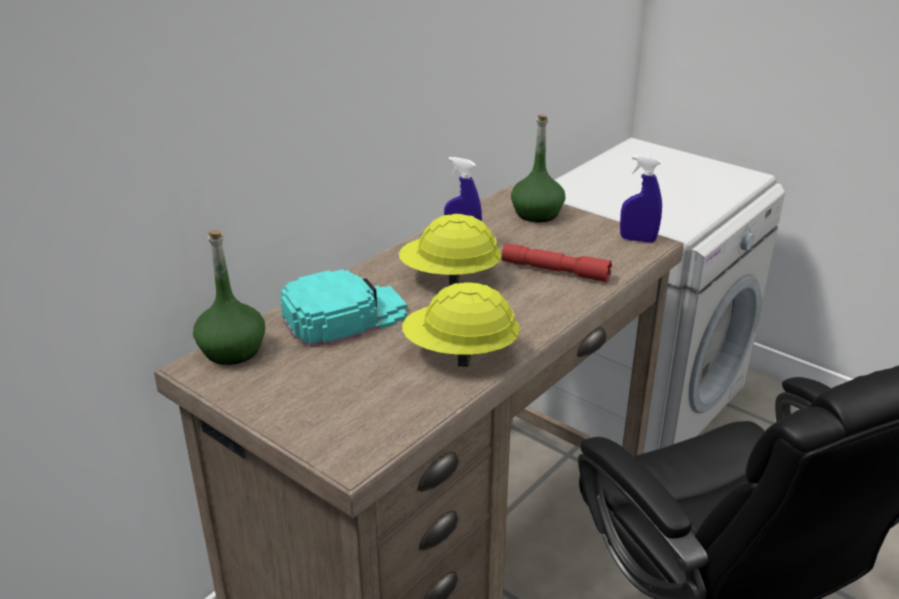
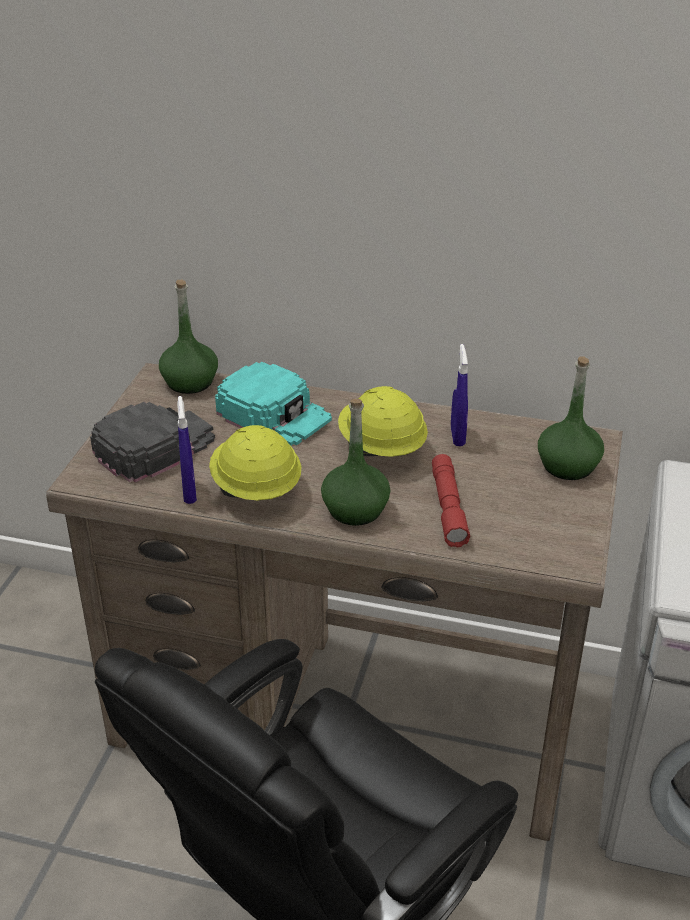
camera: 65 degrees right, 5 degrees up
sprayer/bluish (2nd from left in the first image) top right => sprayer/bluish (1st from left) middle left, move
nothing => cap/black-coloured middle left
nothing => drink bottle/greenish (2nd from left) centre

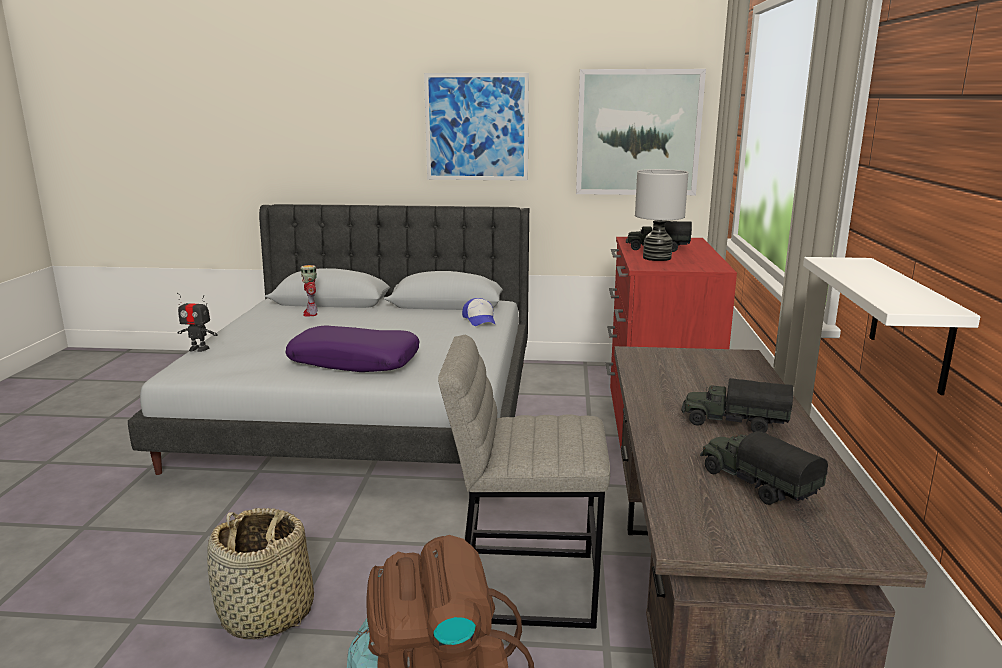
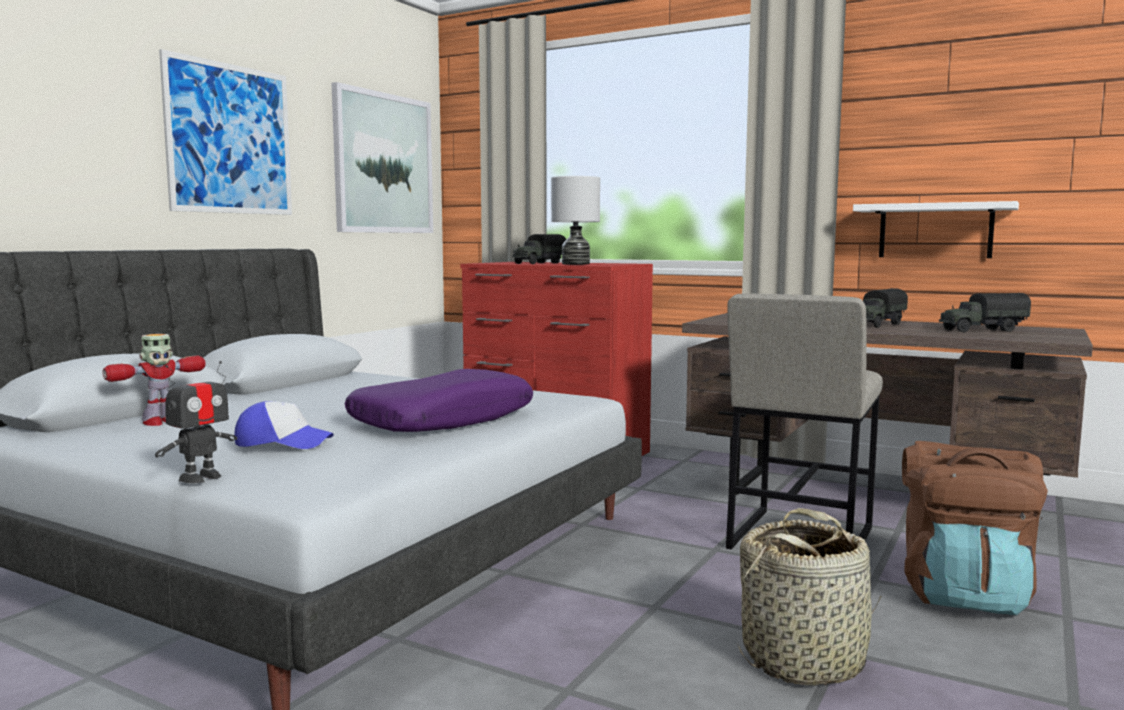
camera: 65 degrees left, 10 degrees down
robot figure (2nd from left in the first image) middle left => robot figure (1st from left) middle left, 60 degrees counterclockwise
cap centre => cap middle left, move

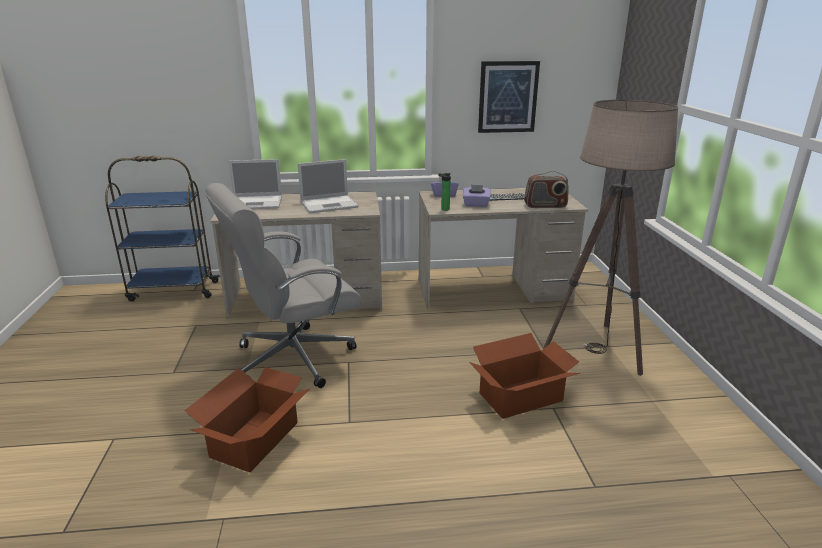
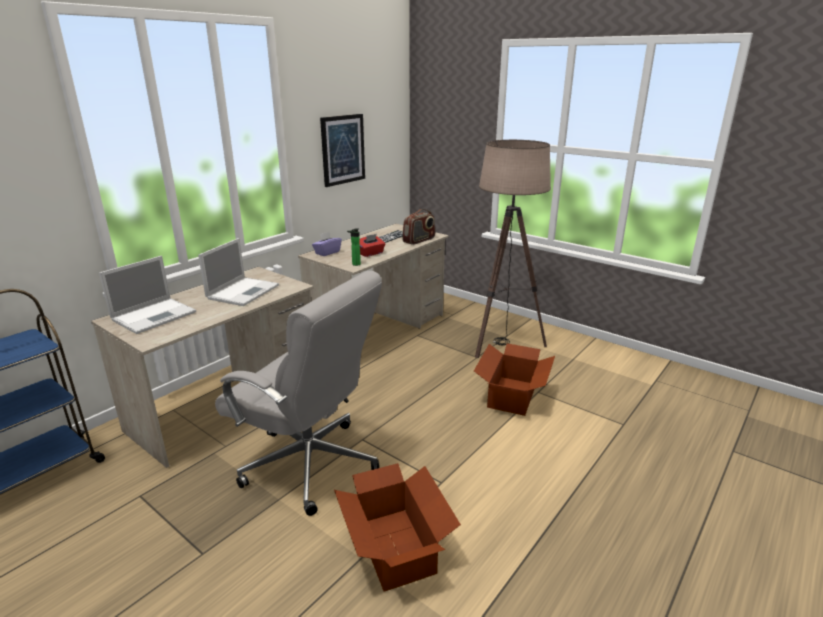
camera: 45 degrees left, 0 degrees up
office chair/gray centre, 75 degrees counterclockwise
box of tissues/purplish (2nd from left) centre => box of tissues/red-coloured centre

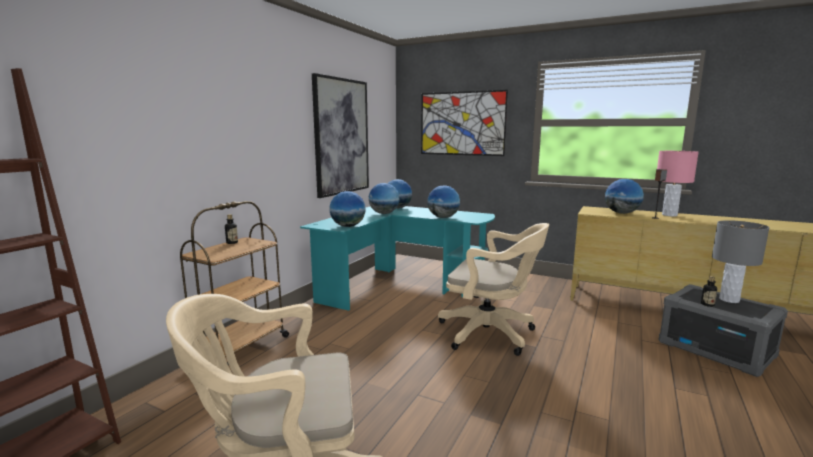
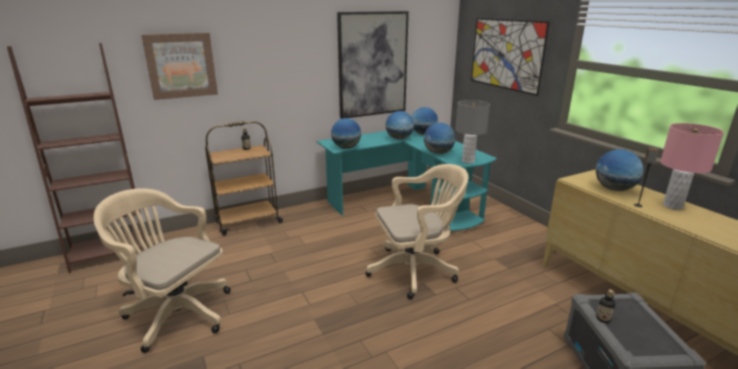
camera: 35 degrees right, 10 degrees up
office chair/beige-coloured (2nd from left) centre, 75 degrees counterclockwise
lamp for a table/gray middle right => lamp for a table/gray centre, move
nothing => wall picture (1st from left) top left

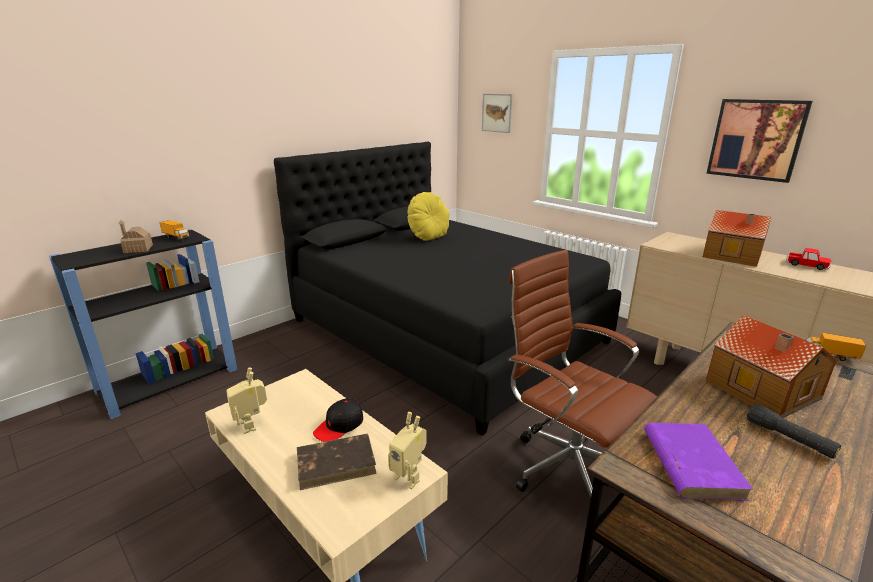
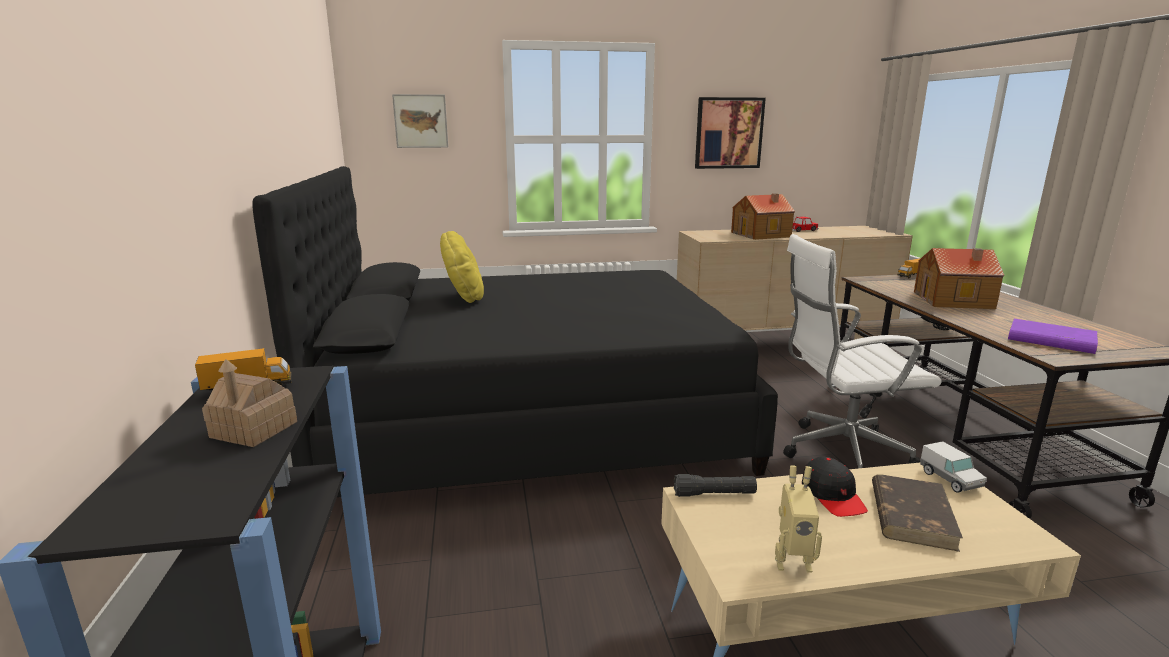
camera: 55 degrees left, 5 degrees down
robot figure (2nd from left) bottom centre => toy truck (3rd from left) bottom right
office chair/brown-coloured middle right => office chair/white-coloured middle right
torch/black-coloured bottom right => torch/black-coloured bottom centre, move

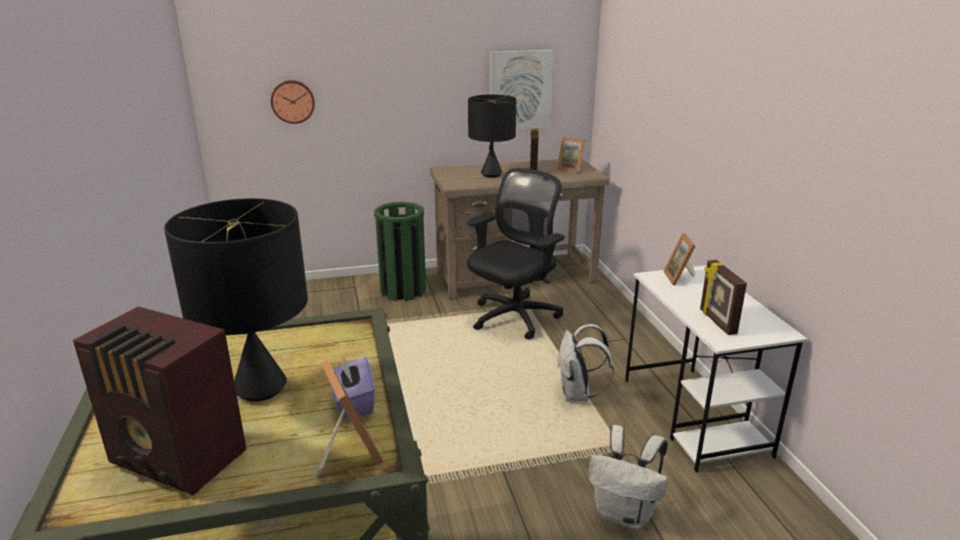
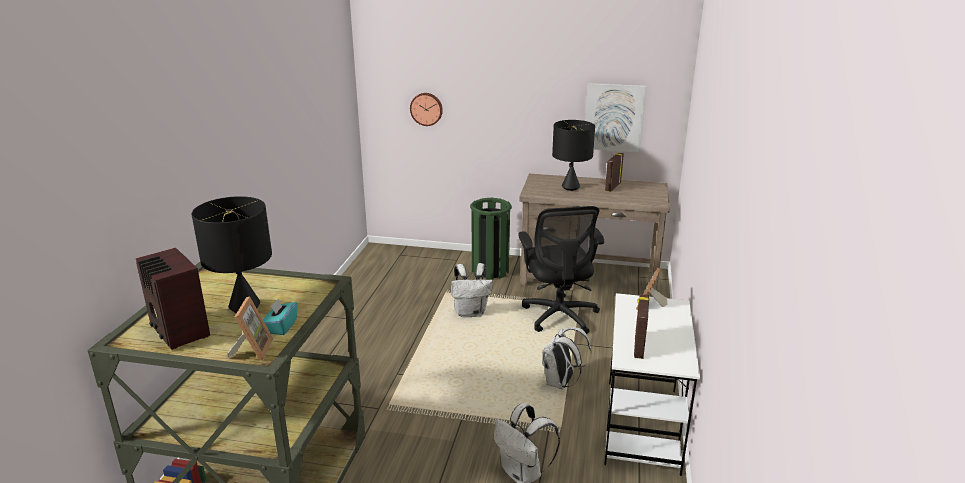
camera: 25 degrees right, 0 degrees up
box of tissues/purplish bottom centre => box of tissues/turquoise-coloured middle left
office chair/black-coloured centre, 105 degrees clockwise
standing frame (3rd from left) top centre => nothing
nothing => backpack/white-coloured (1st from left) centre

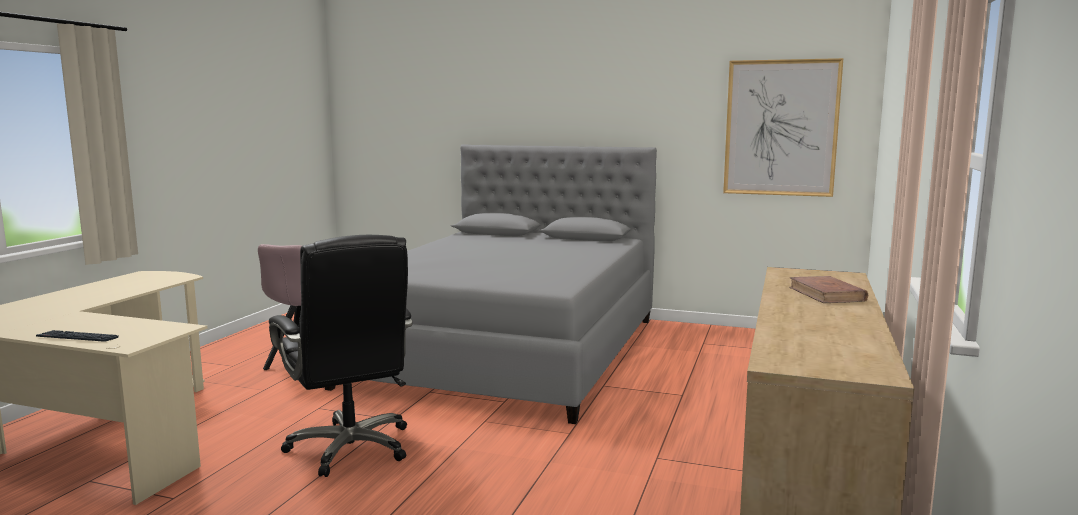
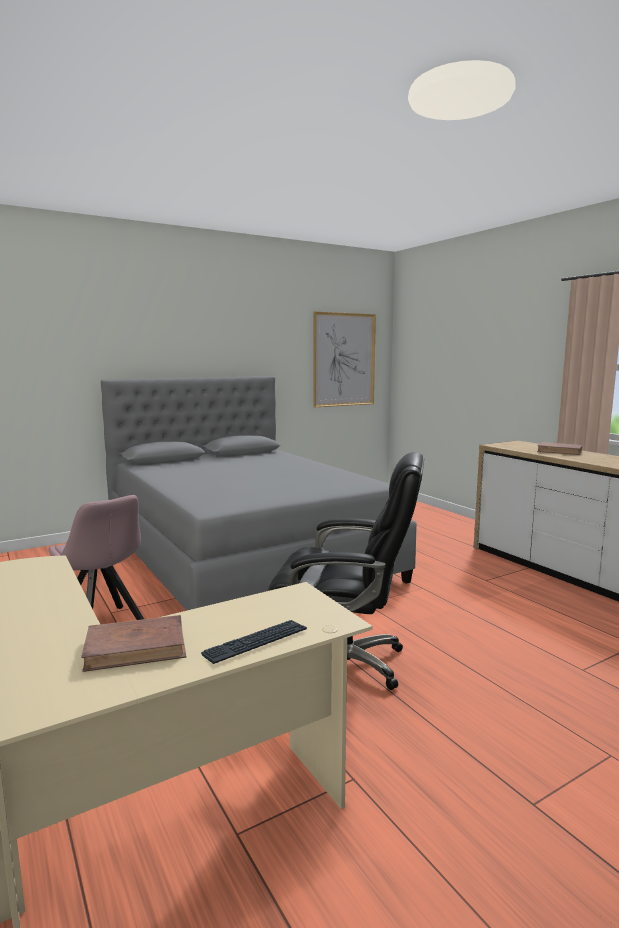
camera: 50 degrees left, 0 degrees up
nothing => volume/brown-coloured (1st from left) bottom left

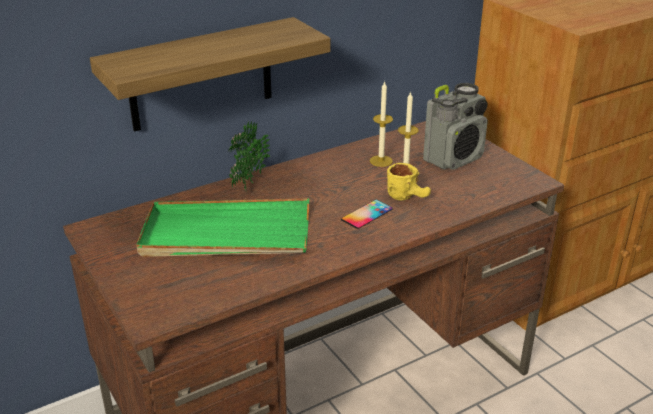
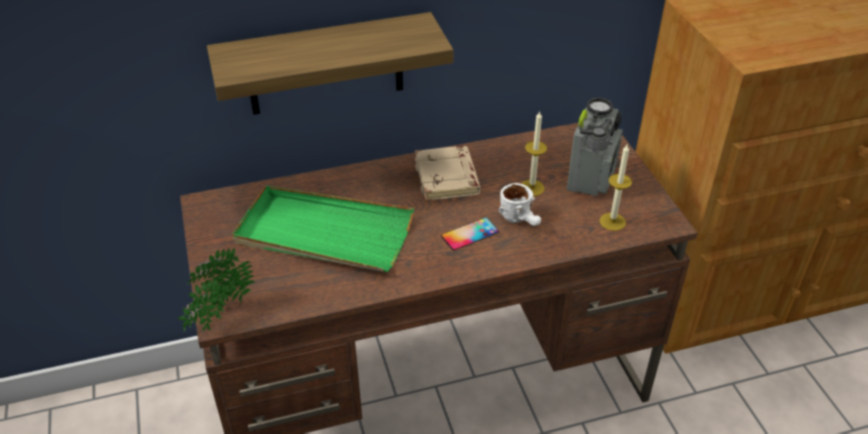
camera: 15 degrees right, 10 degrees up
potted plant centre => potted plant middle left, move
wax light (1st from left in the first image) top centre => wax light (2nd from left) middle right, move
mug/yellowish centre => mug/white-coloured centre
radio top right => radio middle right, 45 degrees counterclockwise
nothing => volume/beige-coloured centre

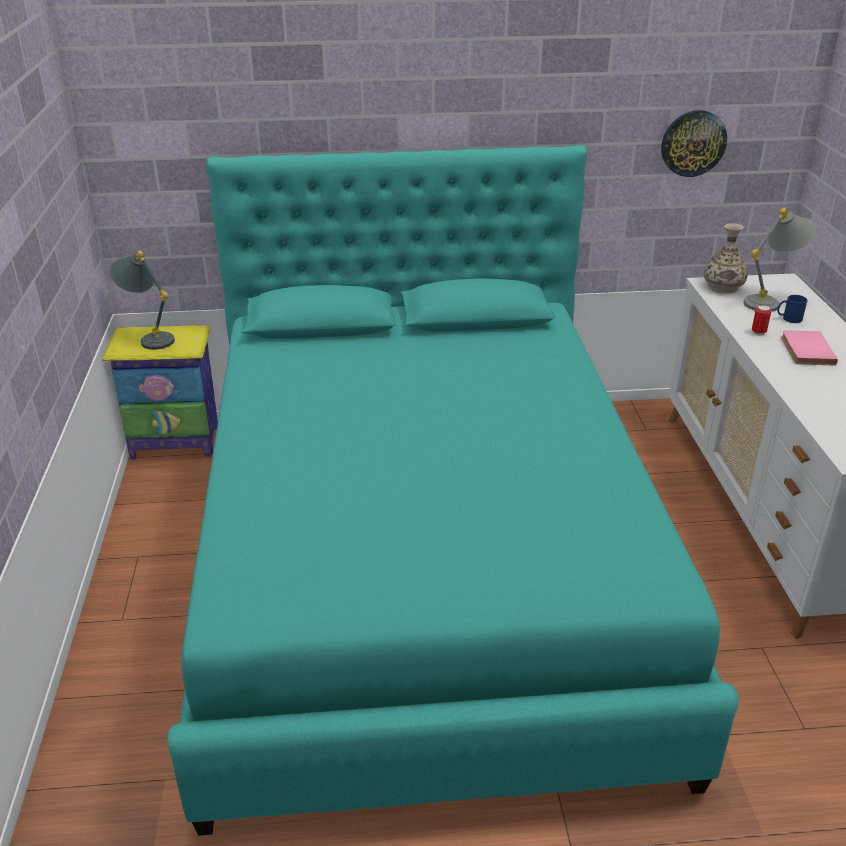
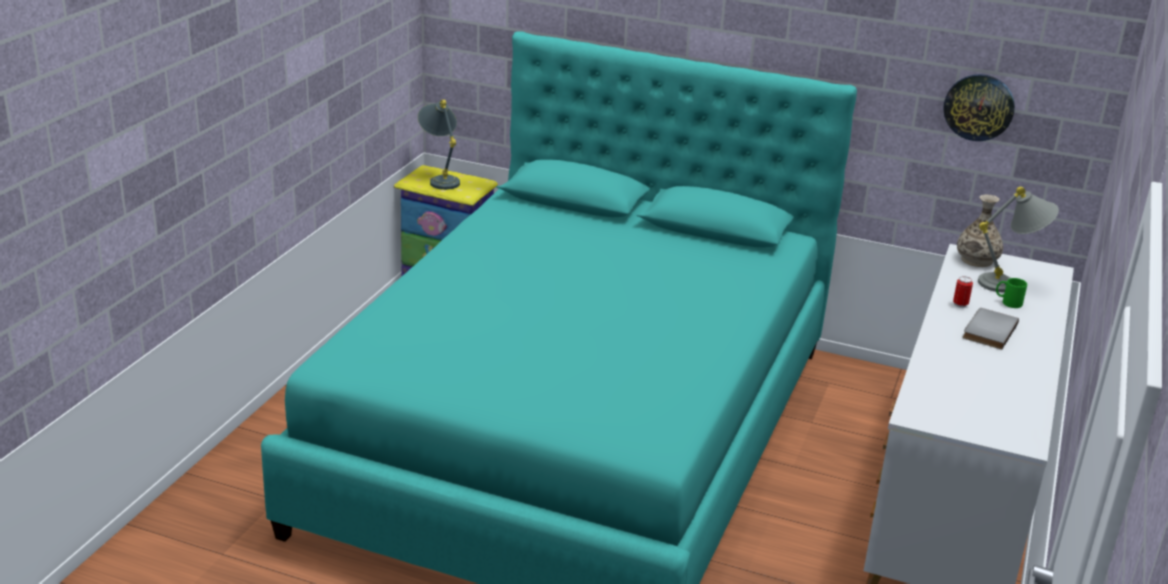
camera: 25 degrees right, 5 degrees down
mug/bluish middle right => mug/greenish middle right
volume/pink middle right => volume/gray middle right

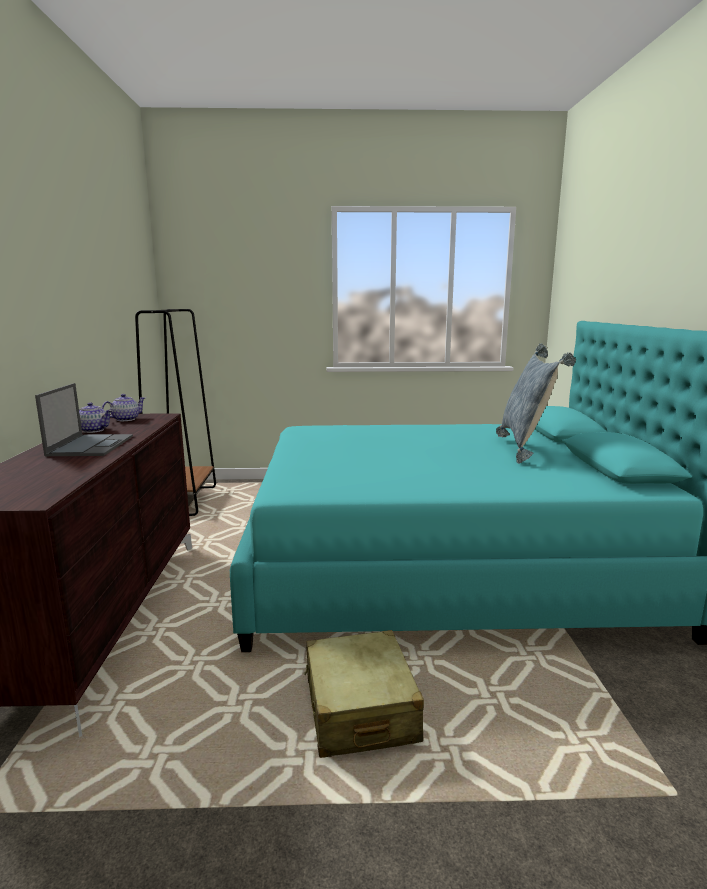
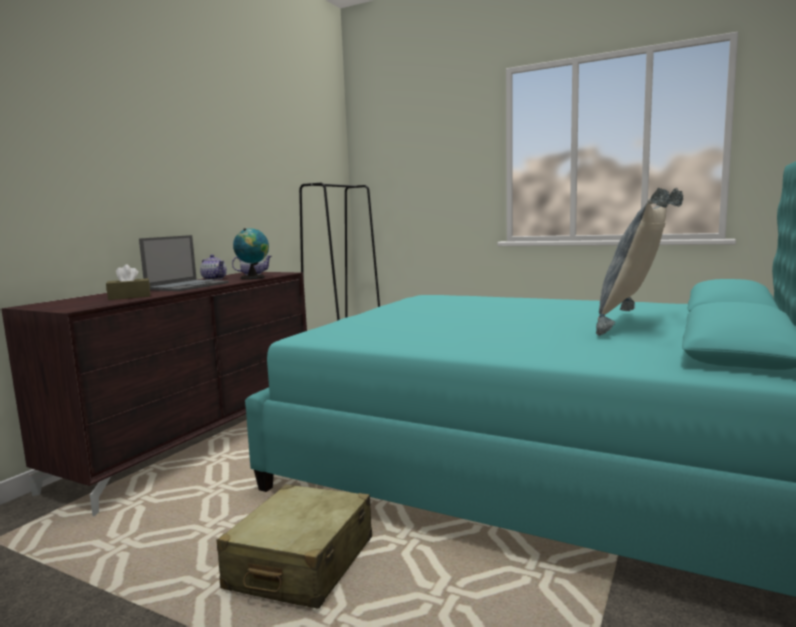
camera: 30 degrees right, 5 degrees down
nothing => box of tissues/brown-coloured middle left
nothing => world globe middle left

